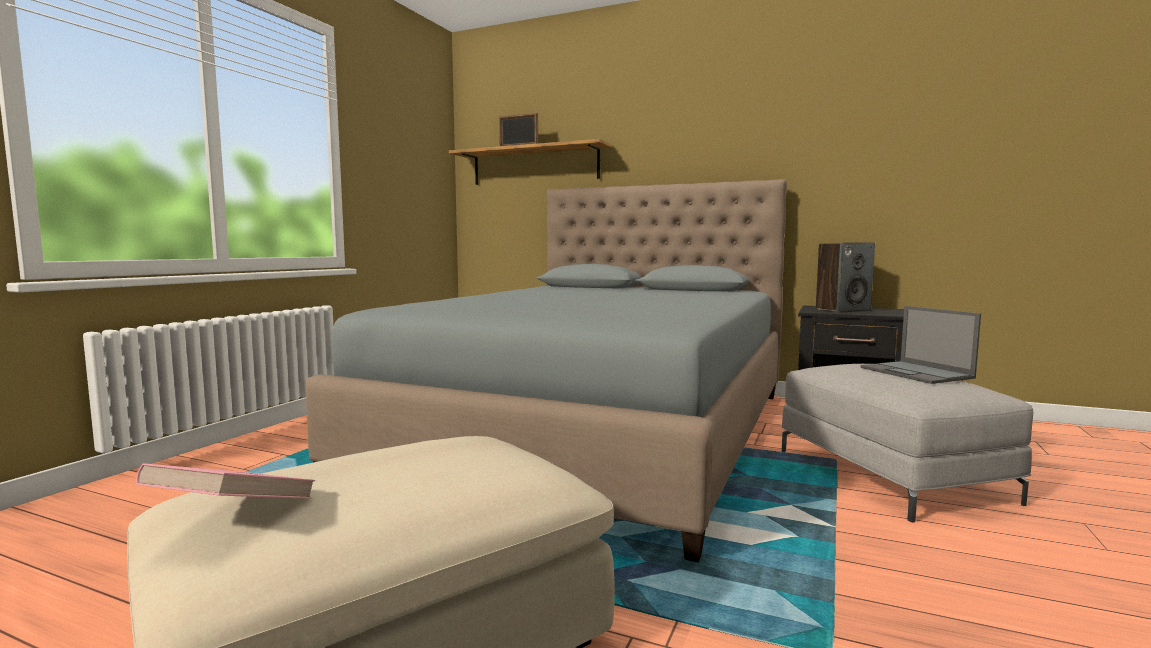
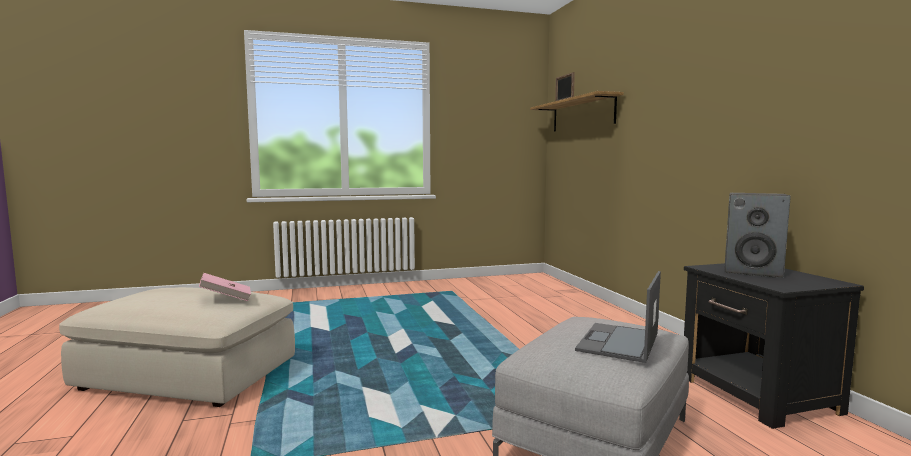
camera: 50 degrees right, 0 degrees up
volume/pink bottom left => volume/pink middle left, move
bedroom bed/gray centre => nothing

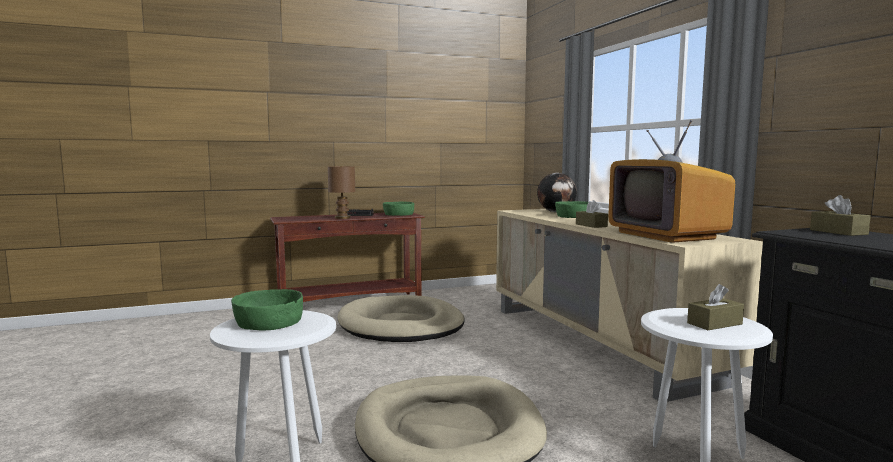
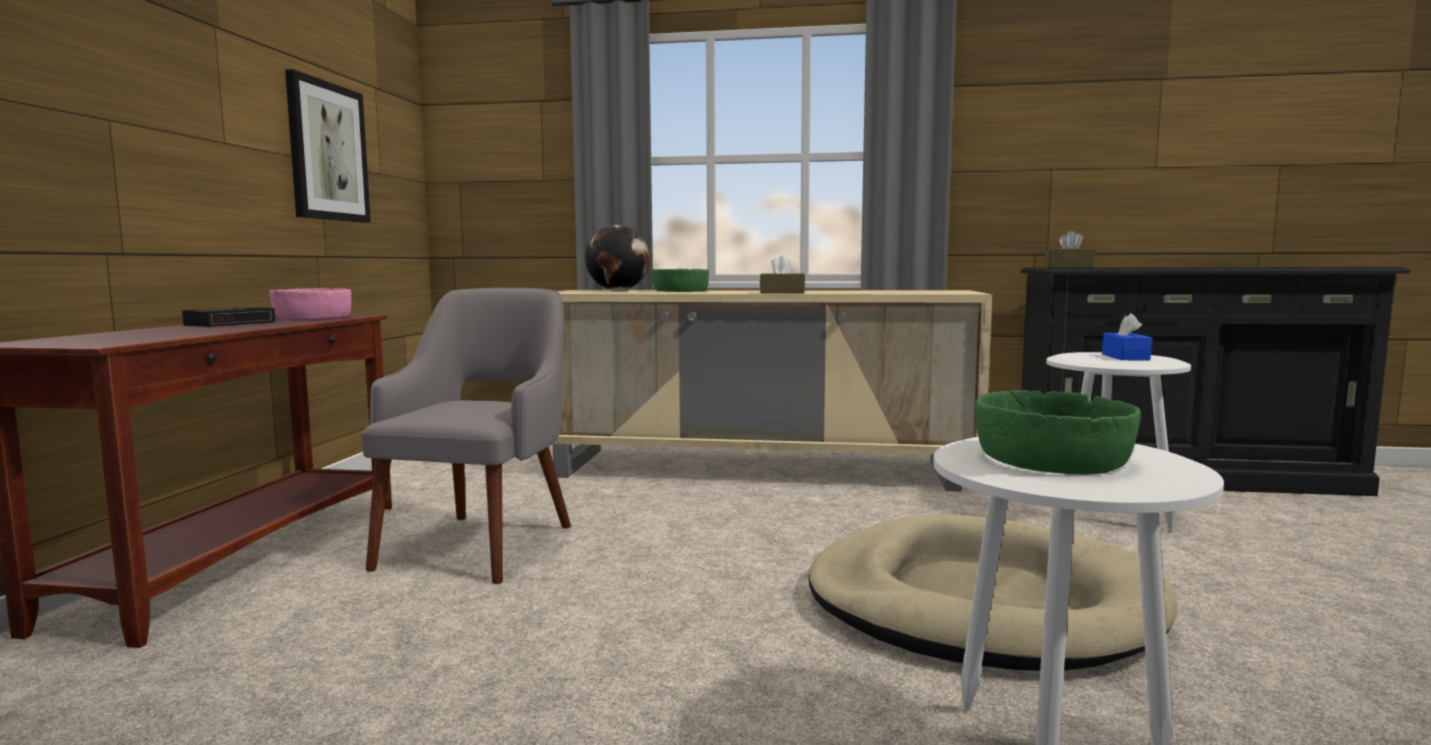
camera: 60 degrees left, 0 degrees up
lamp for a table/brown-coloured centre => nothing
pet bed/beige-coloured (1st from left) bottom centre => easy chair/gray middle left
serving bowl/greenish (2nd from left) centre => serving bowl/pink middle left
TV middle right => nothing
box of tissues/brown-coloured (2nd from left) middle right => box of tissues/bluish middle right
nothing => wall picture top left

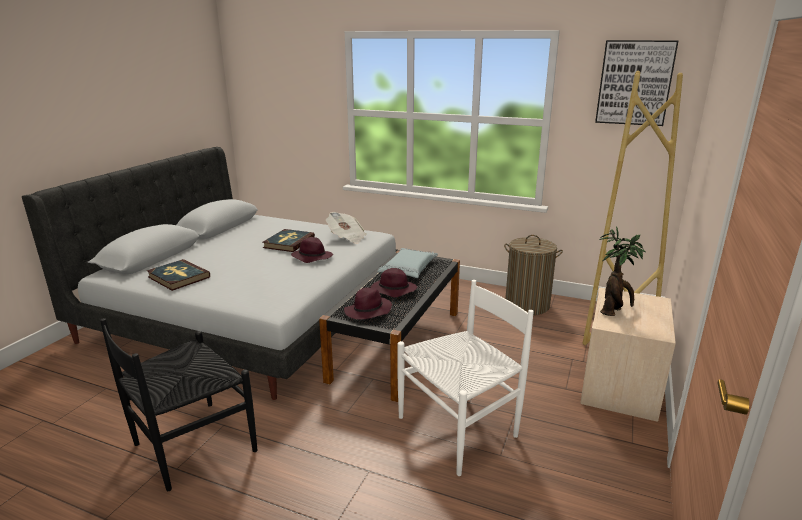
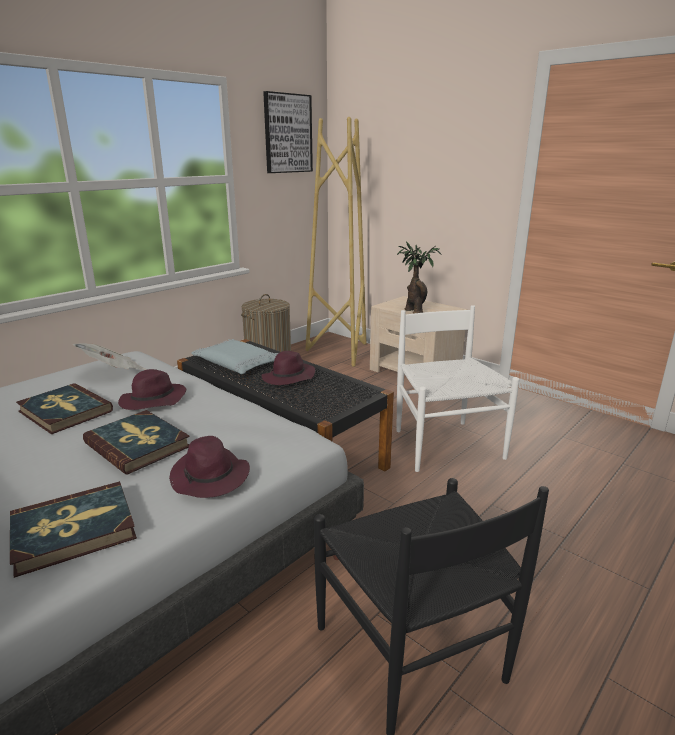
camera: 70 degrees left, 0 degrees up
wearable hat/purplish (2nd from left) centre => wearable hat/purplish (2nd from left) middle left, move
nothing => volume (3rd from left) middle left

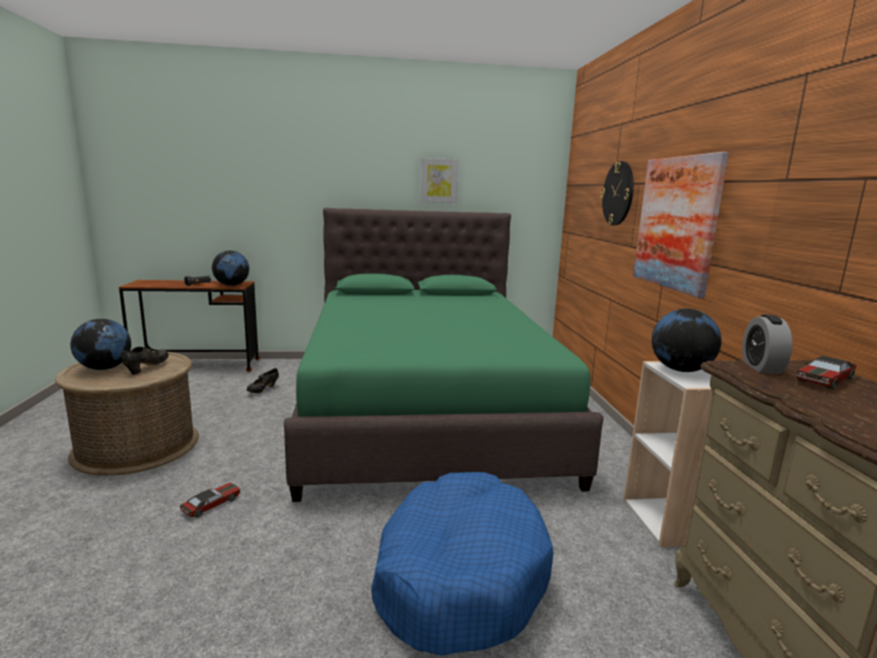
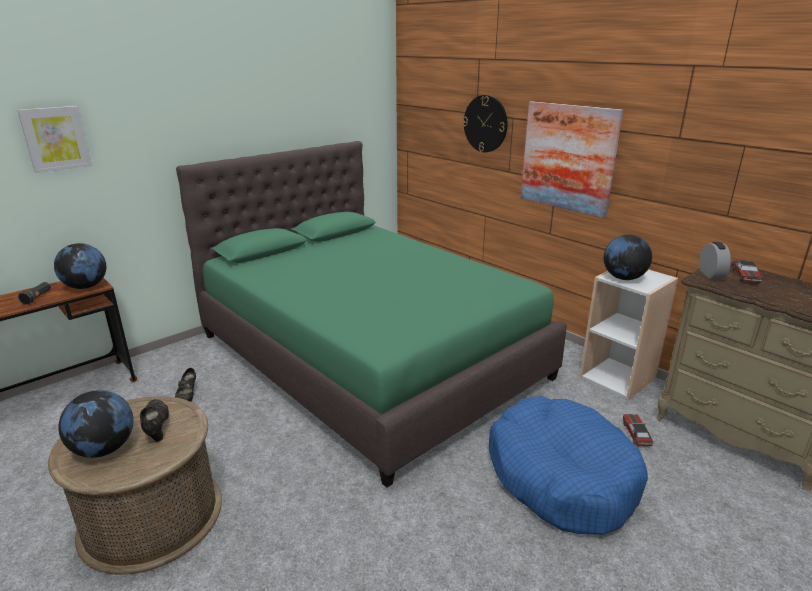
camera: 35 degrees left, 10 degrees up
miniature car (1st from left) bottom left => miniature car (1st from left) bottom right, move
wall picture (1st from left) top centre => wall picture (1st from left) top left, move
alarm clock middle right, 150 degrees counterclockwise

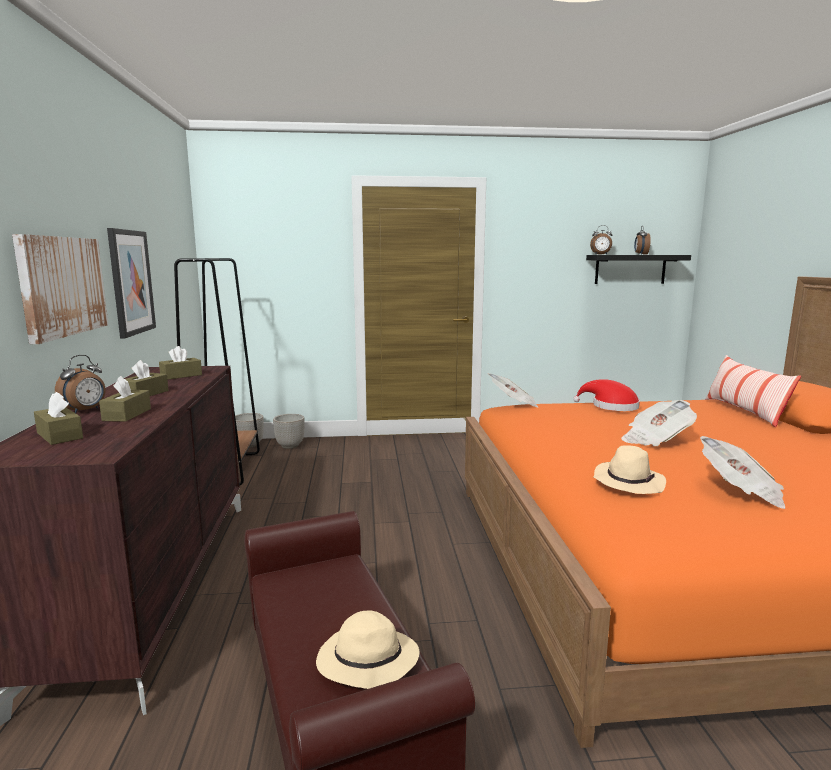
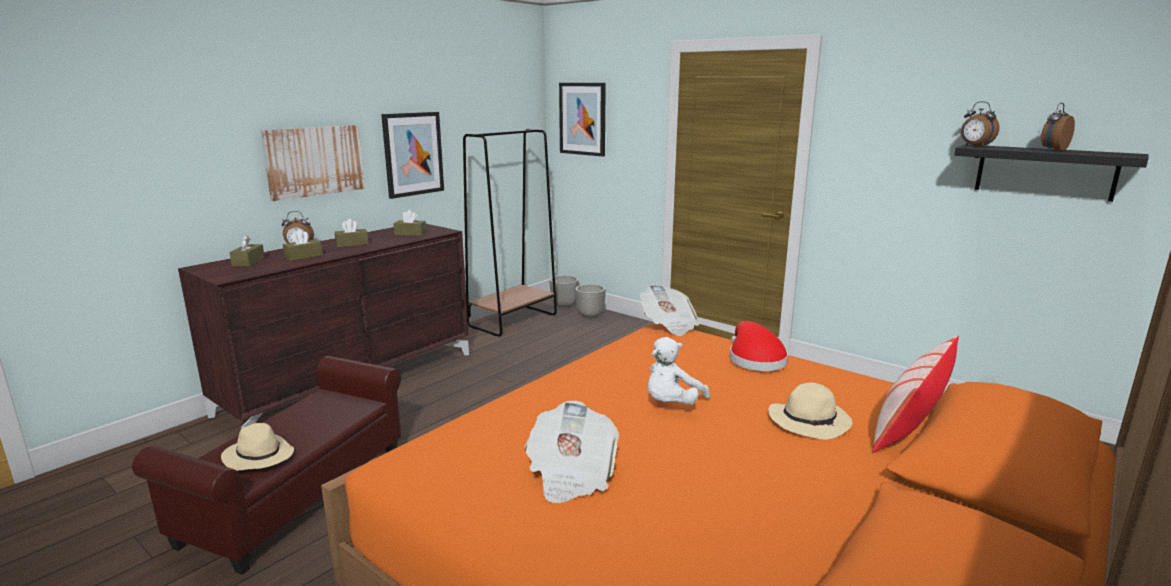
camera: 45 degrees right, 5 degrees up
wearable hat/beige-coloured (2nd from left) middle right => wearable hat/beige-coloured (2nd from left) bottom right, move
printed paper (2nd from left) middle right => plush toy/white-coloured centre
nothing => wall picture (3rd from left) top centre

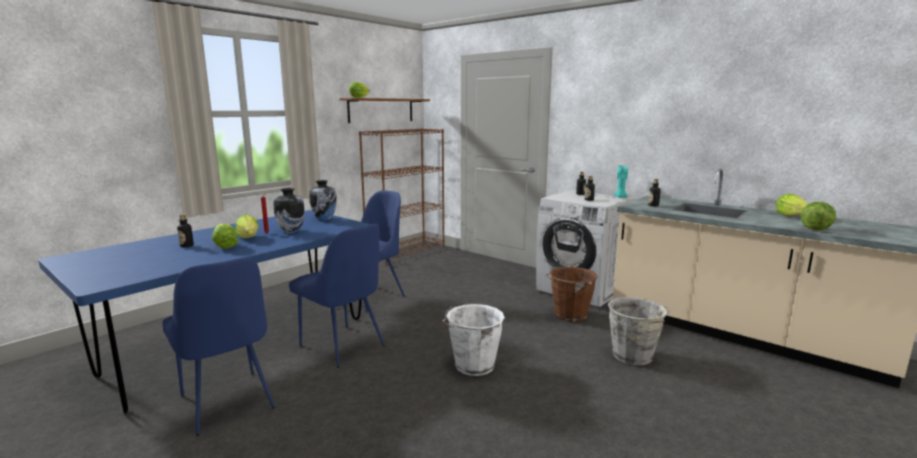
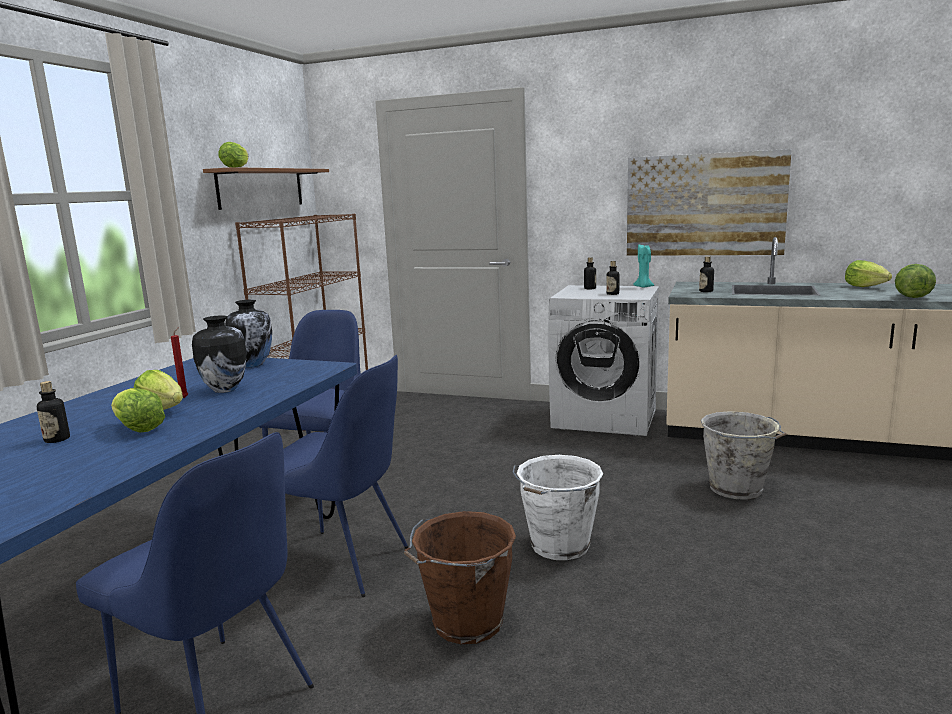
camera: 20 degrees left, 0 degrees up
water bucket/brown-coloured centre => water bucket/brown-coloured bottom centre, move
nothing => wall picture top right

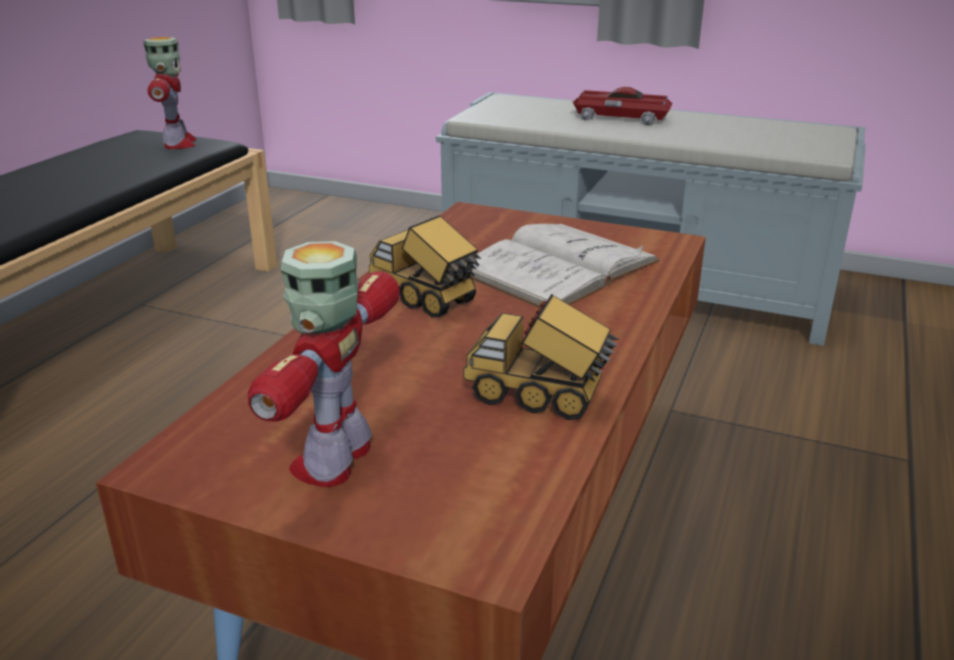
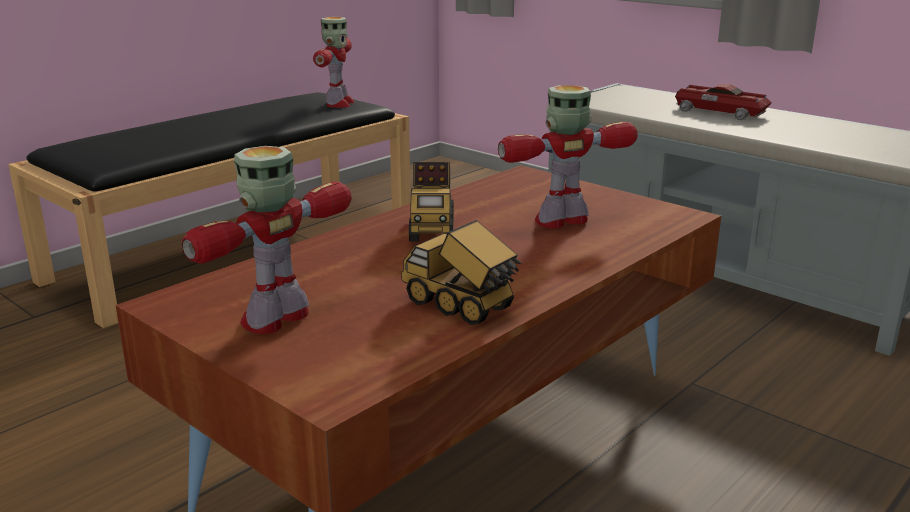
camera: 20 degrees right, 5 degrees down
toy truck (1st from left) centre, 150 degrees counterclockwise
volume/white-coloured centre => robot figure (3rd from left) top centre

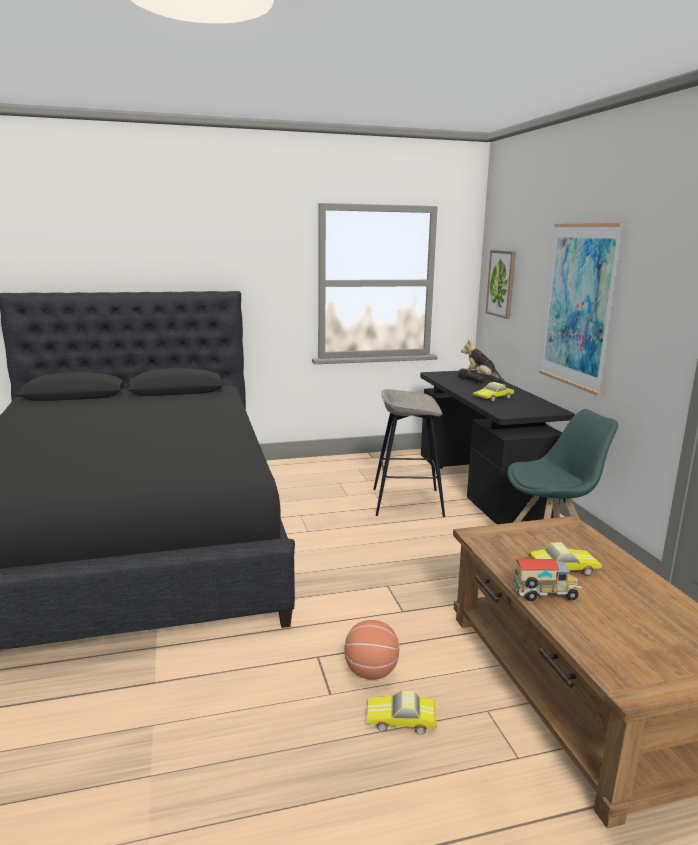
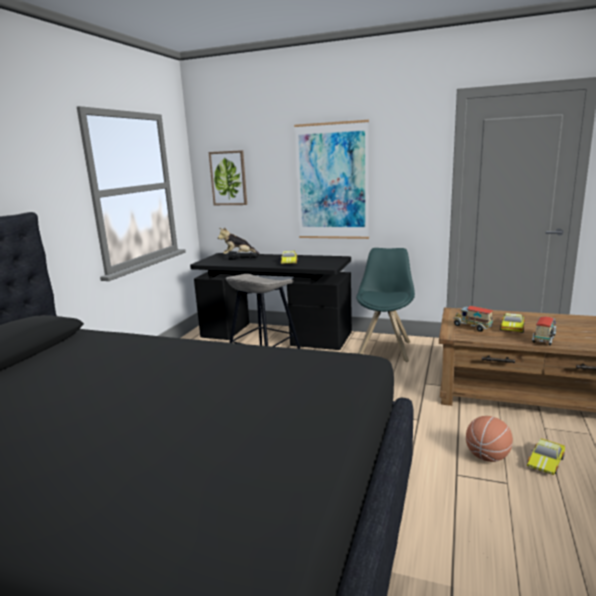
camera: 55 degrees left, 0 degrees up
nothing => toy truck (1st from left) middle right

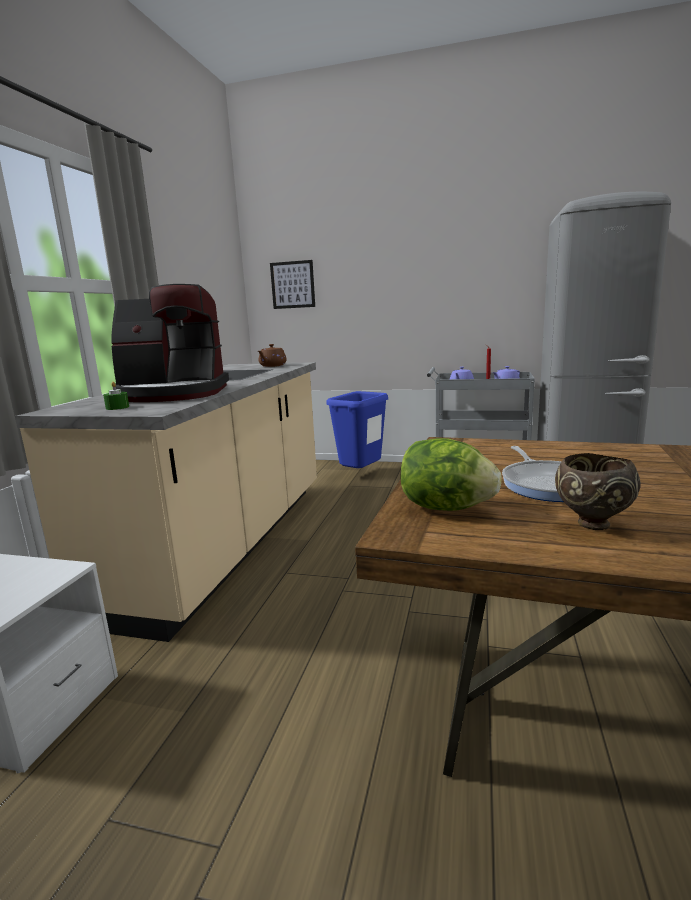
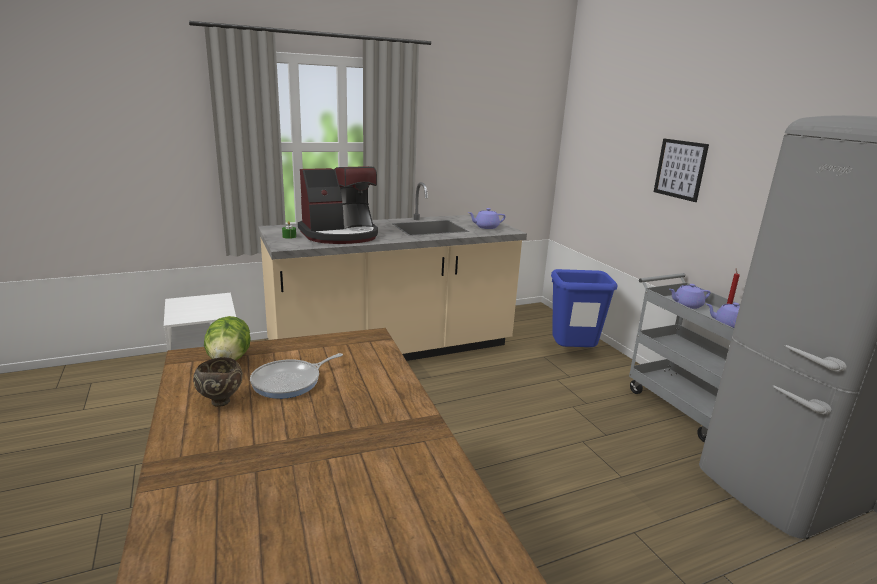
camera: 50 degrees right, 5 degrees up
coffee brewer middle left => coffee brewer centre, 75 degrees counterclockwise
tea pot/brown-coloured centre => tea pot/purplish (1st from left) centre
wall picture top centre => wall picture top right, move

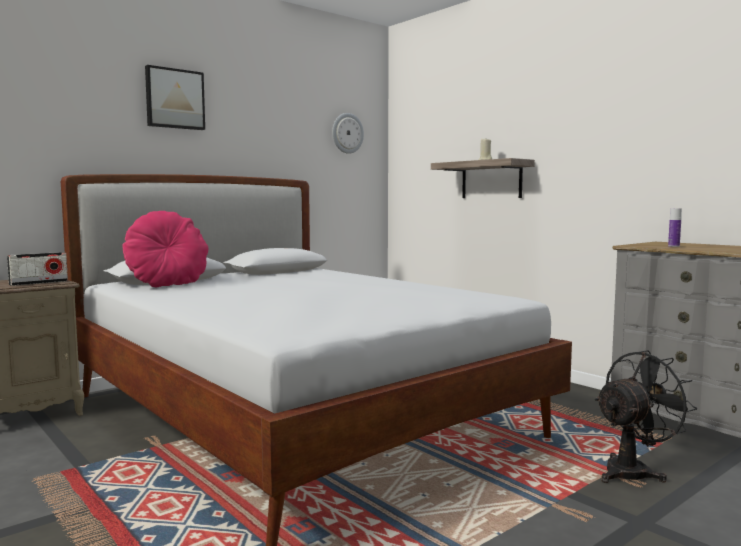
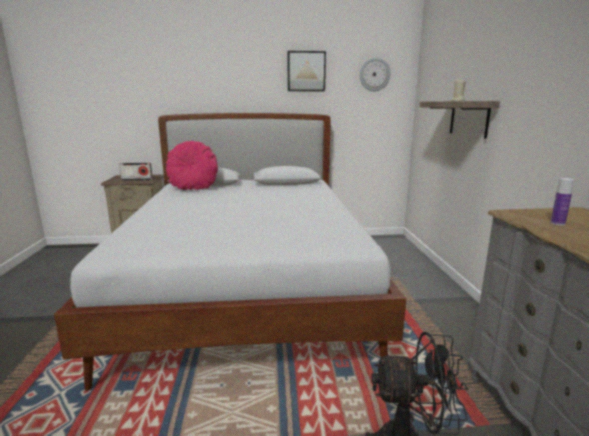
camera: 35 degrees right, 10 degrees up
wall picture top left => wall picture top centre, move

